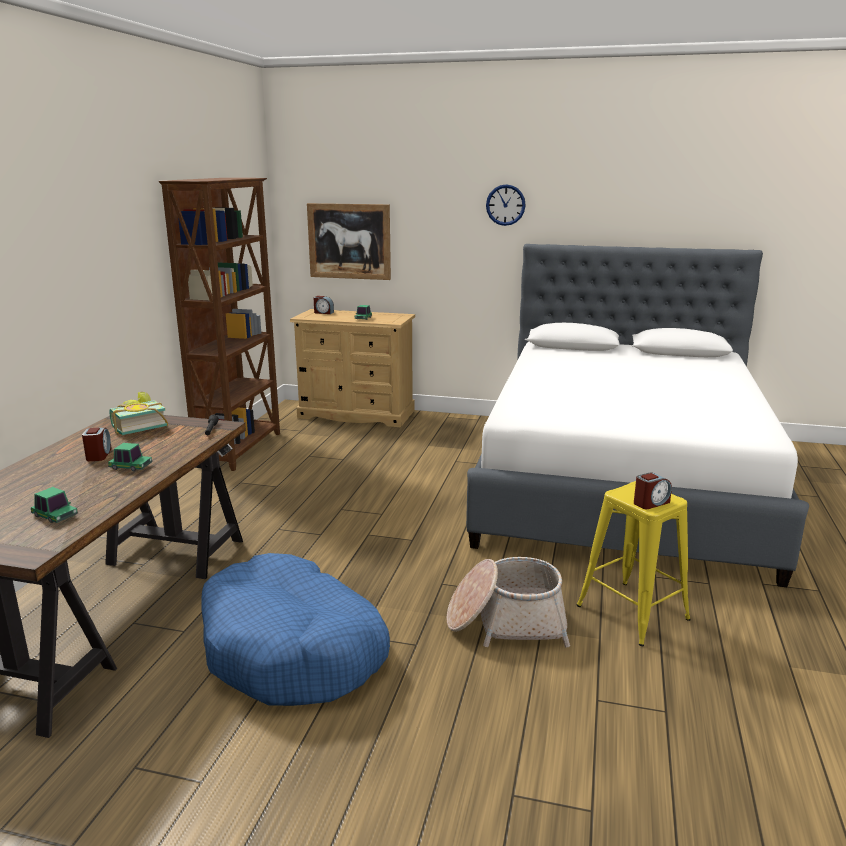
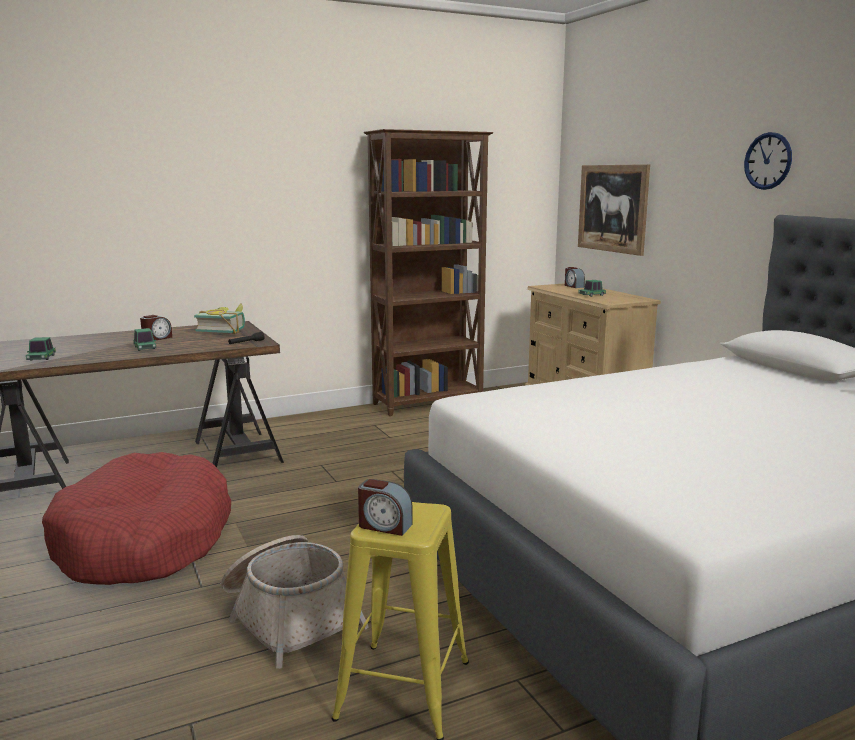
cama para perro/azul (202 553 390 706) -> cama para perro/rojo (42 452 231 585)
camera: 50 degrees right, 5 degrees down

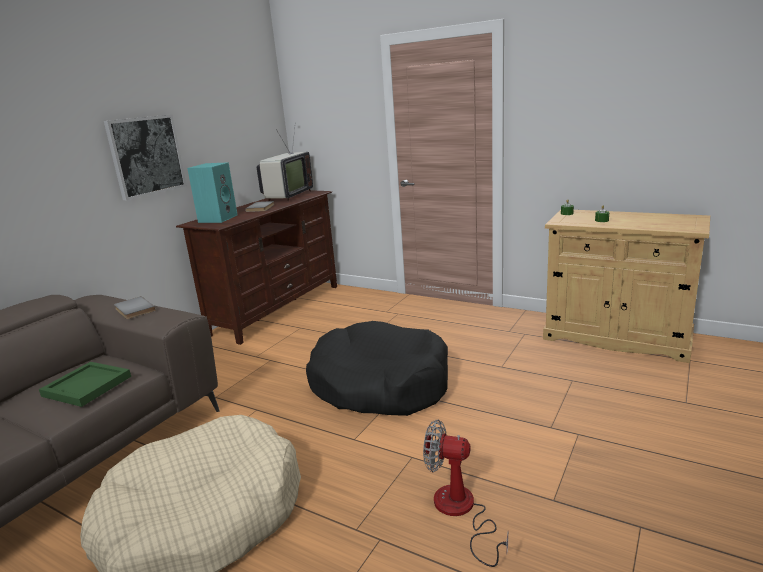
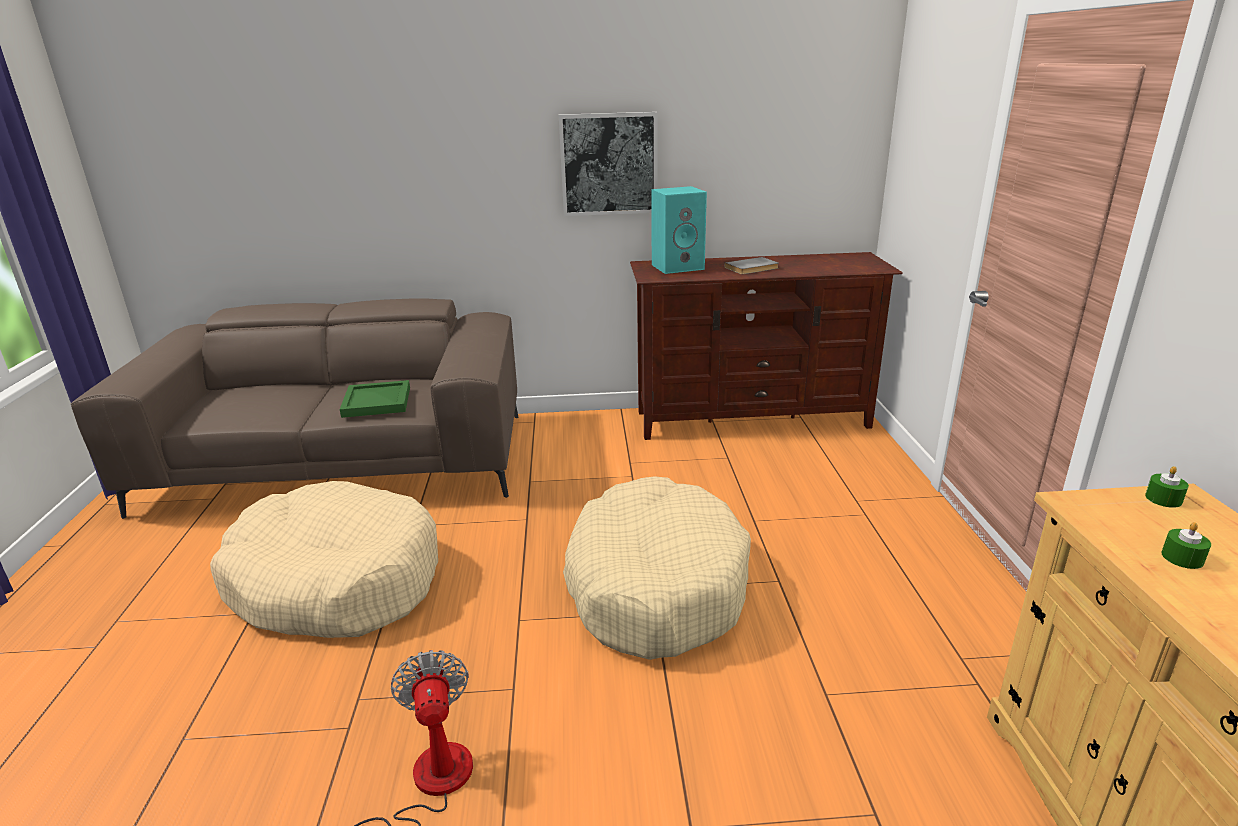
cama para perro/negro (306 321 448 416) -> cama para perro/beis (563 476 751 660)
libro/gris (114 296 156 319) -> none
televisor (257 129 313 201) -> none
camera: 55 degrees right, 5 degrees up

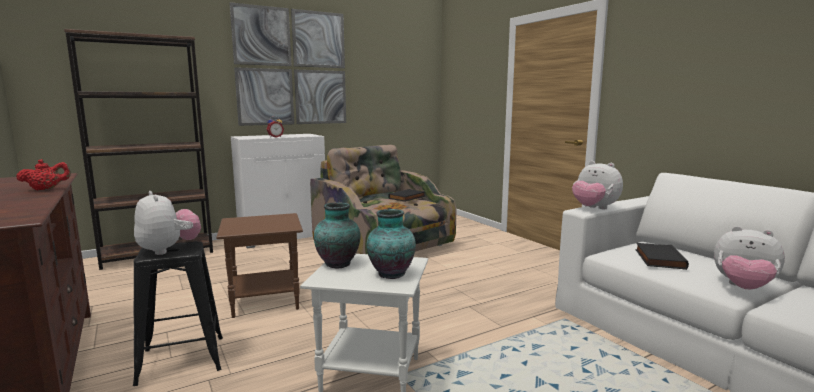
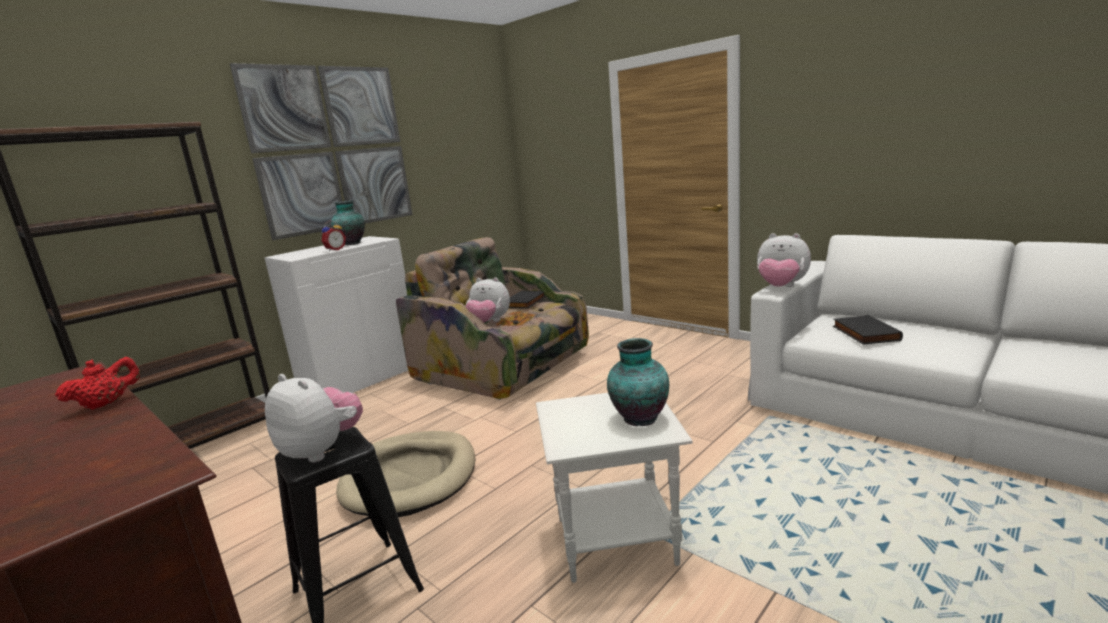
florero (314 202 360 269) -> florero (331 201 365 245), moved
mesa auxiliar/marrón (216 213 303 318) -> cama para perro/beis (336 431 476 517)
peluche (714 226 785 290) -> peluche (466 278 510 323), moved
camera: 15 degrees left, 5 degrees up

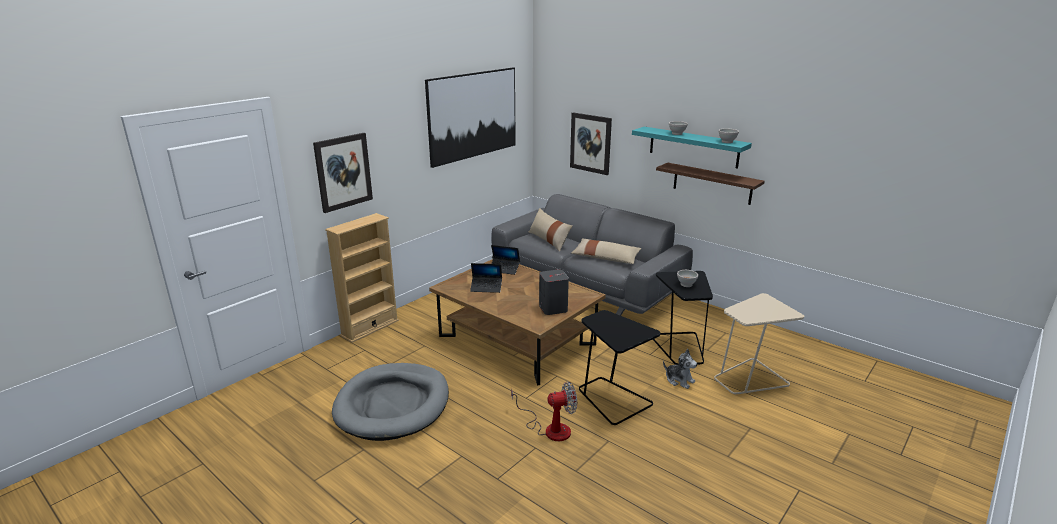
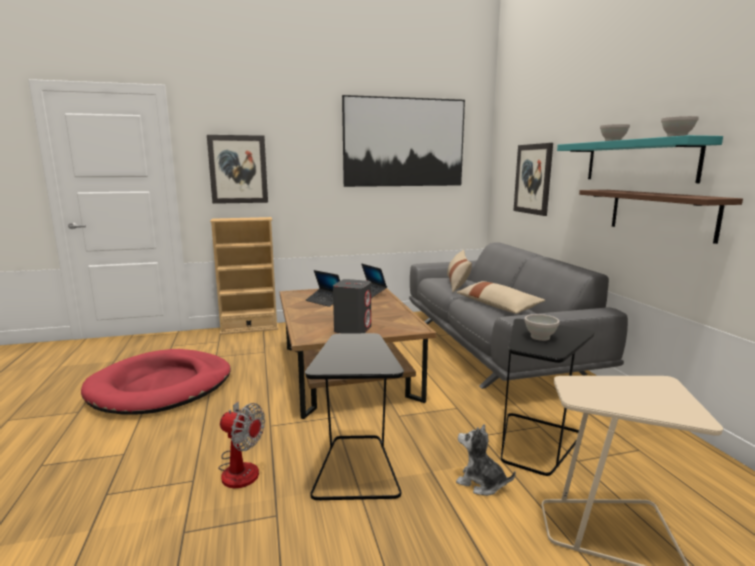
cama para perro/gris (332 363 449 441) -> cama para perro/rojo (81 349 231 415)
peluche (663 349 697 389) -> peluche (456 424 516 496), 135 degrees clockwise
camera: 35 degrees right, 10 degrees down

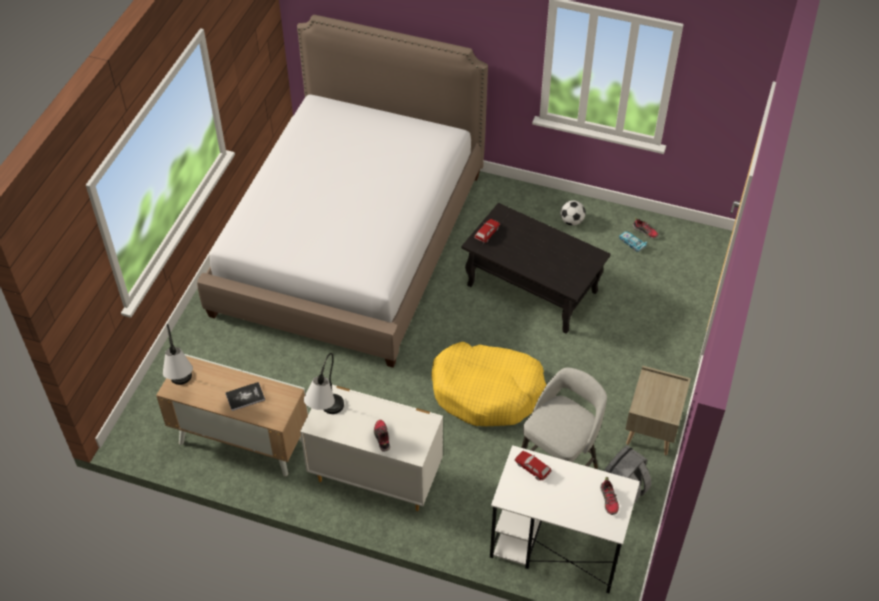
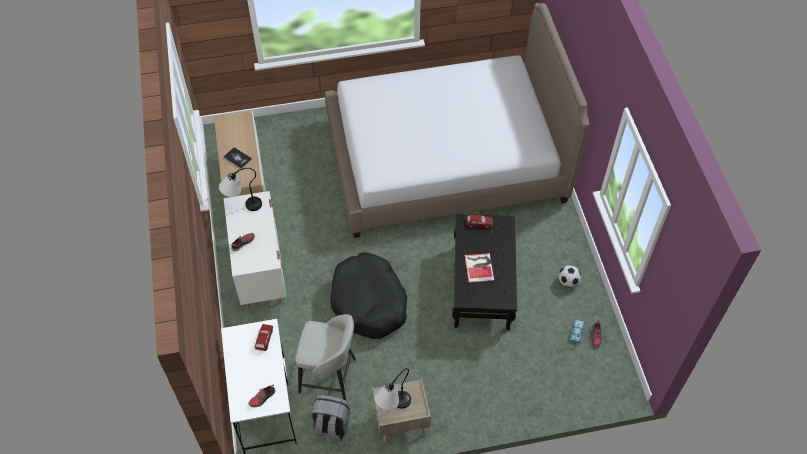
cama para perro/amarillo (431 342 546 426) -> cama para perro/negro (330 252 407 339)
lámpara de mesa (163 324 193 385) -> lámpara de mesa (375 368 411 410), moved
none -> libro (464 253 494 283)
camera: 60 degrees right, 5 degrees up

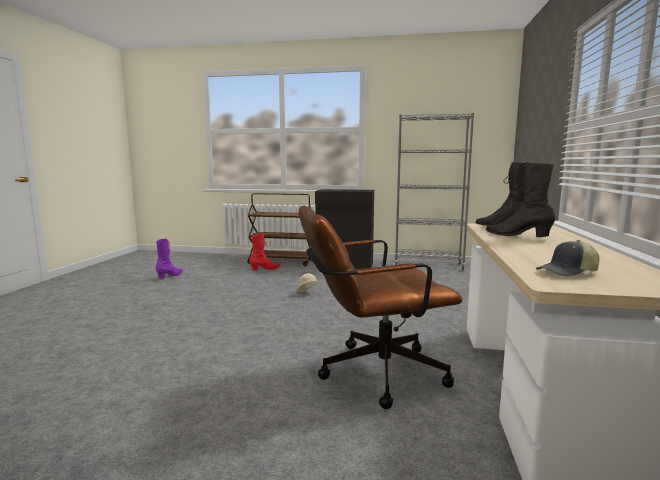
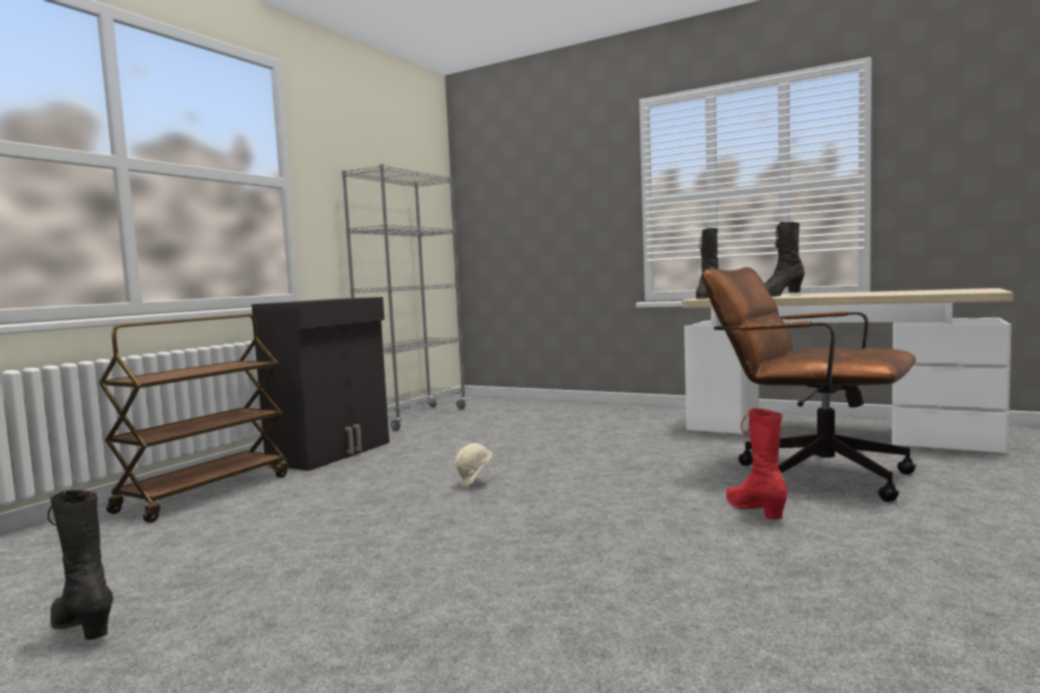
bota/morado (156 239 183 279) -> bota/negro (48 490 113 640)
silla de oficina/marrón (299 206 462 409) -> silla de oficina/marrón (702 267 916 502), 120 degrees clockwise
bota/rojo (249 234 281 270) -> bota/rojo (726 408 788 519), moved
gorra (536 240 600 277) -> none
camera: 70 degrees left, 5 degrees down

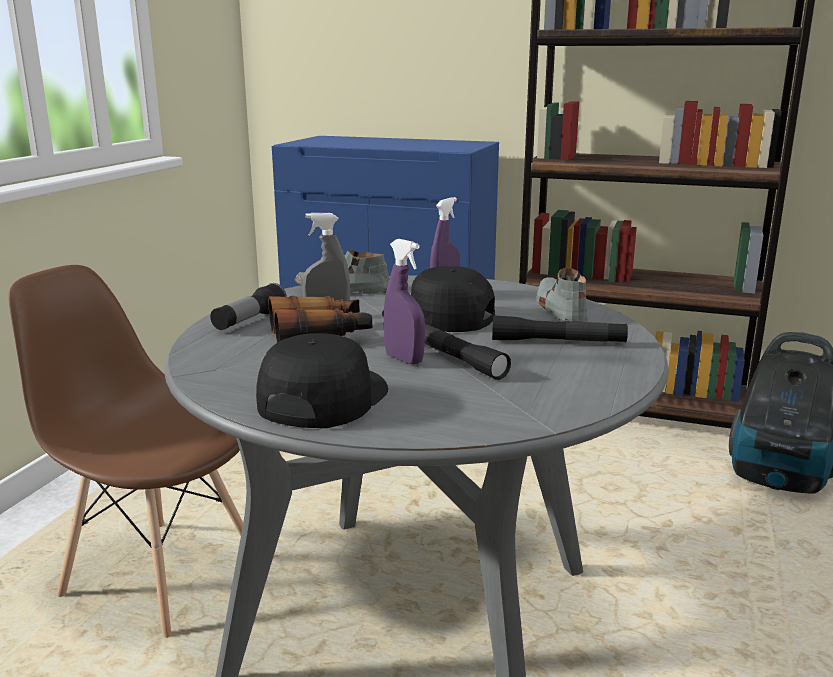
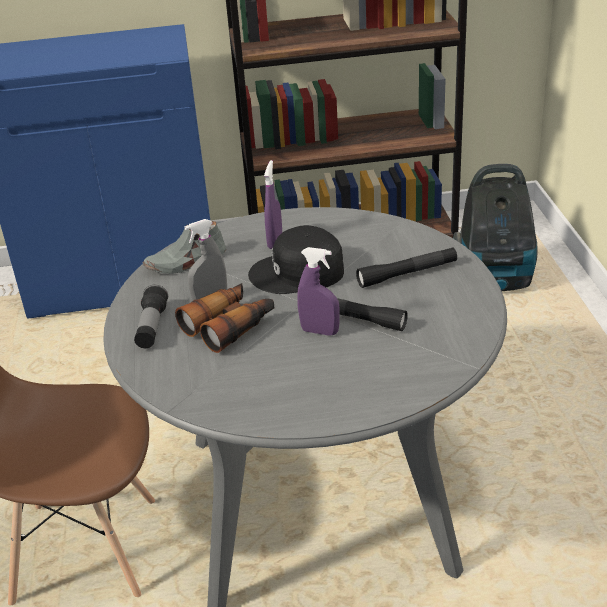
gorra/negro (256 333 388 428) -> none
zapato/gris (536 268 587 322) -> none
camera: 25 degrees left, 15 degrees up

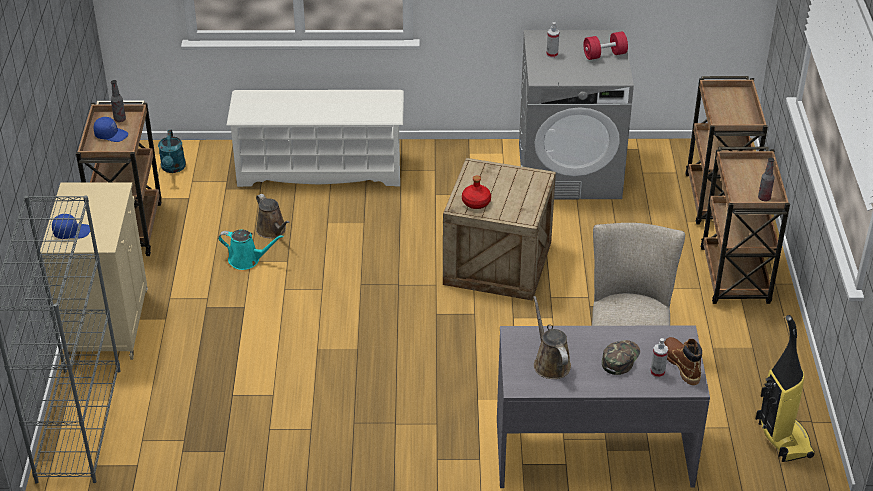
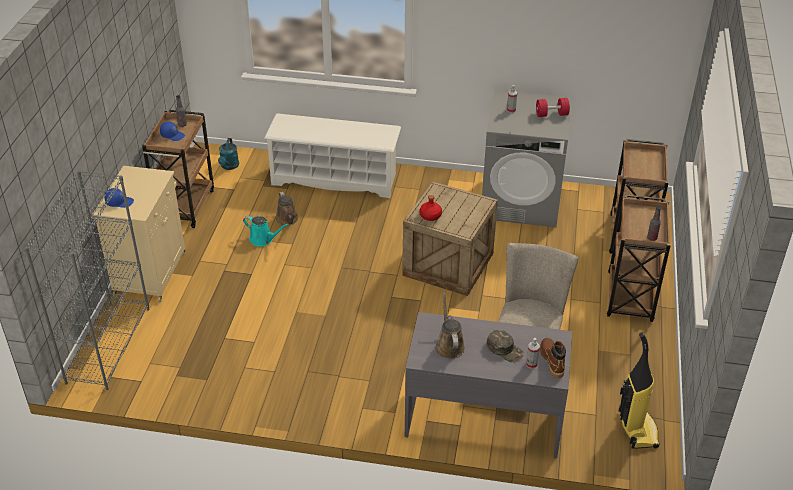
gorra/verde (602 340 640 375) -> gorra/verde (487 330 524 362), 90 degrees clockwise
camera: 10 degrees right, 0 degrees up

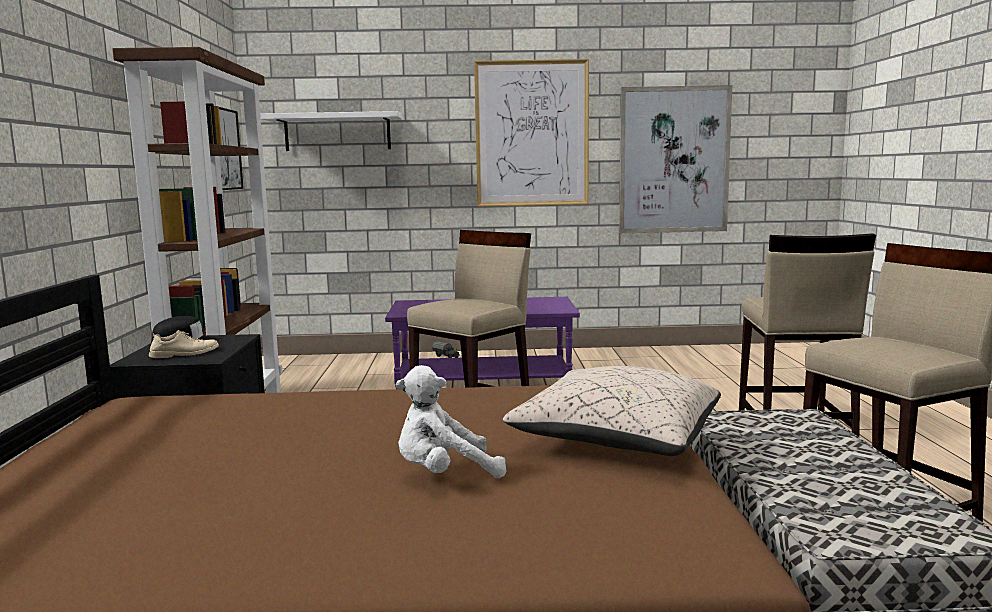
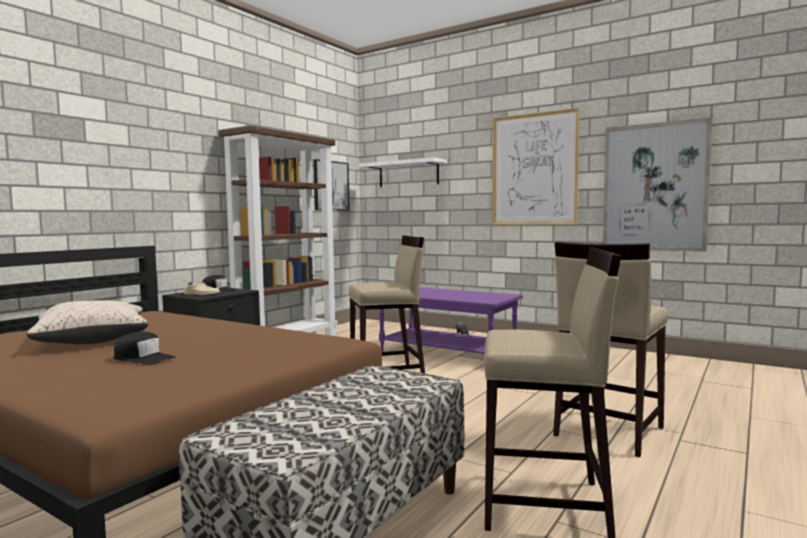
cojín/beis (503 366 721 456) -> cojín/beis (27 300 148 344), moved
peluche/blanco (396 365 506 478) -> gorra/negro (114 332 176 365)
camera: 35 degrees right, 5 degrees down

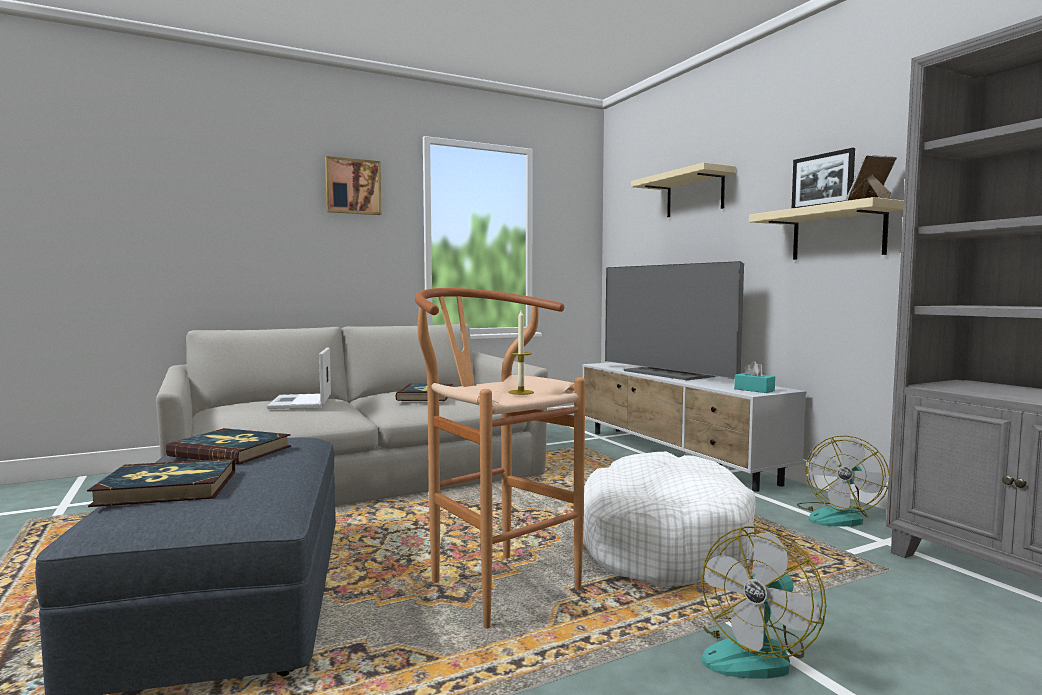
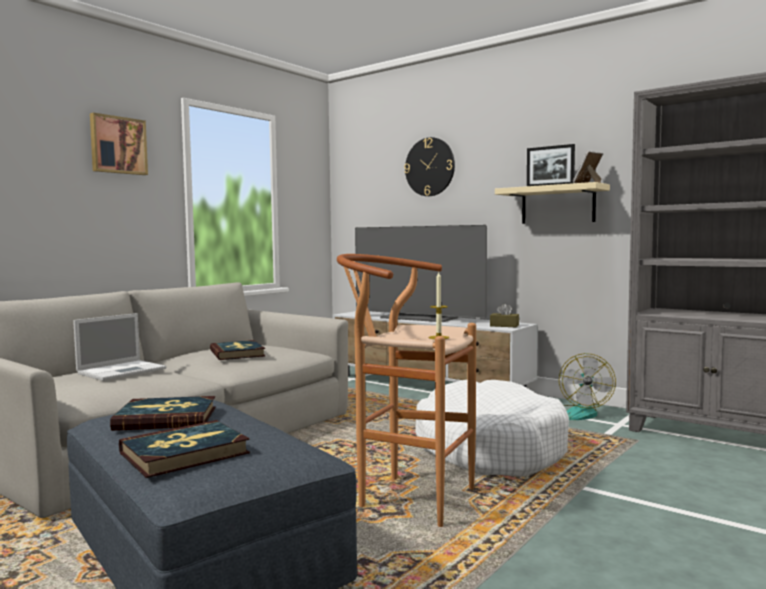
portátil (267 347 331 409) -> portátil (73 313 166 381), 105 degrees counterclockwise
estante/beis (631 162 736 217) -> reloj de pared (404 137 455 196)
caja de pañuelos/turquesa (734 361 775 393) -> caja de pañuelos/marrón (490 303 519 327)
ventilador (702 526 826 679) -> none
camera: 25 degrees left, 0 degrees up

